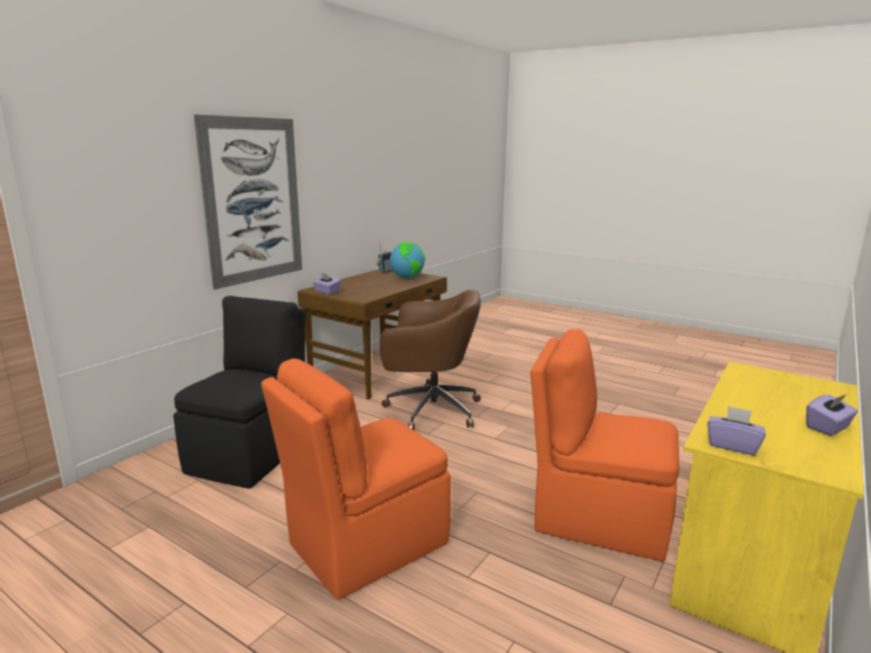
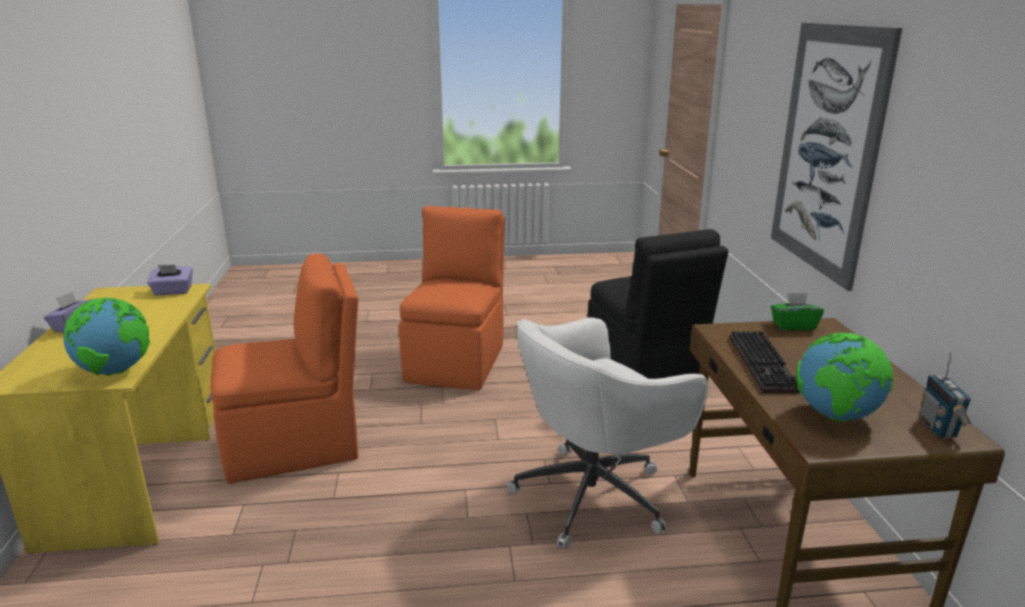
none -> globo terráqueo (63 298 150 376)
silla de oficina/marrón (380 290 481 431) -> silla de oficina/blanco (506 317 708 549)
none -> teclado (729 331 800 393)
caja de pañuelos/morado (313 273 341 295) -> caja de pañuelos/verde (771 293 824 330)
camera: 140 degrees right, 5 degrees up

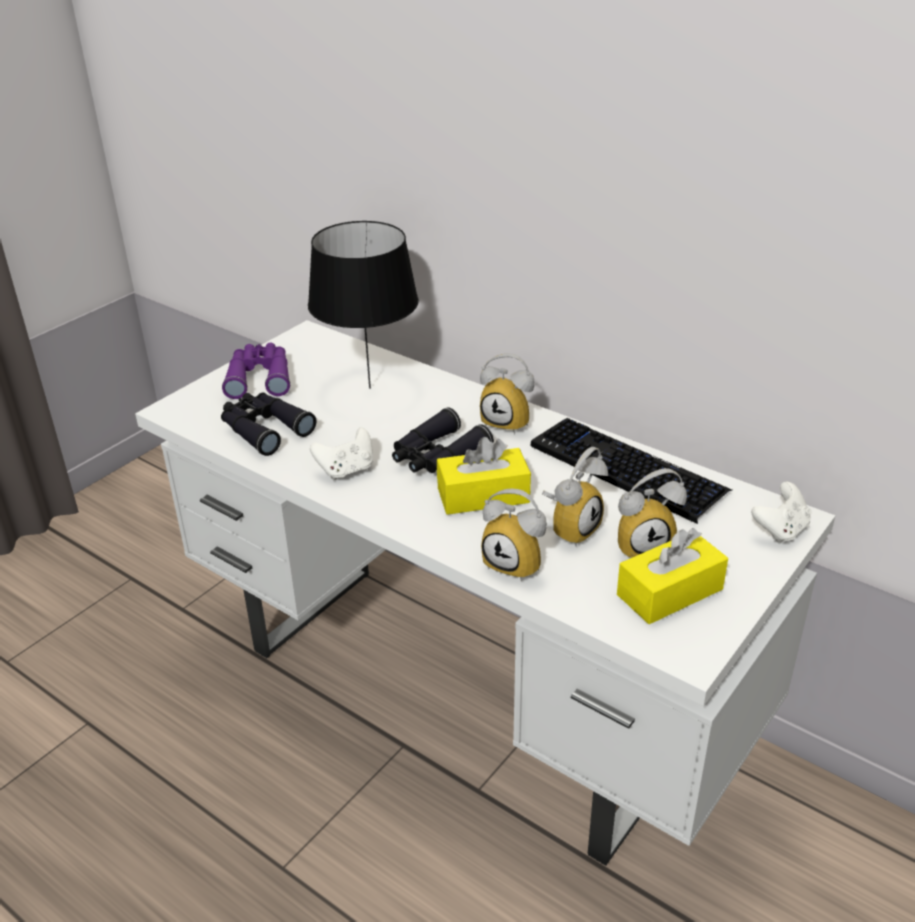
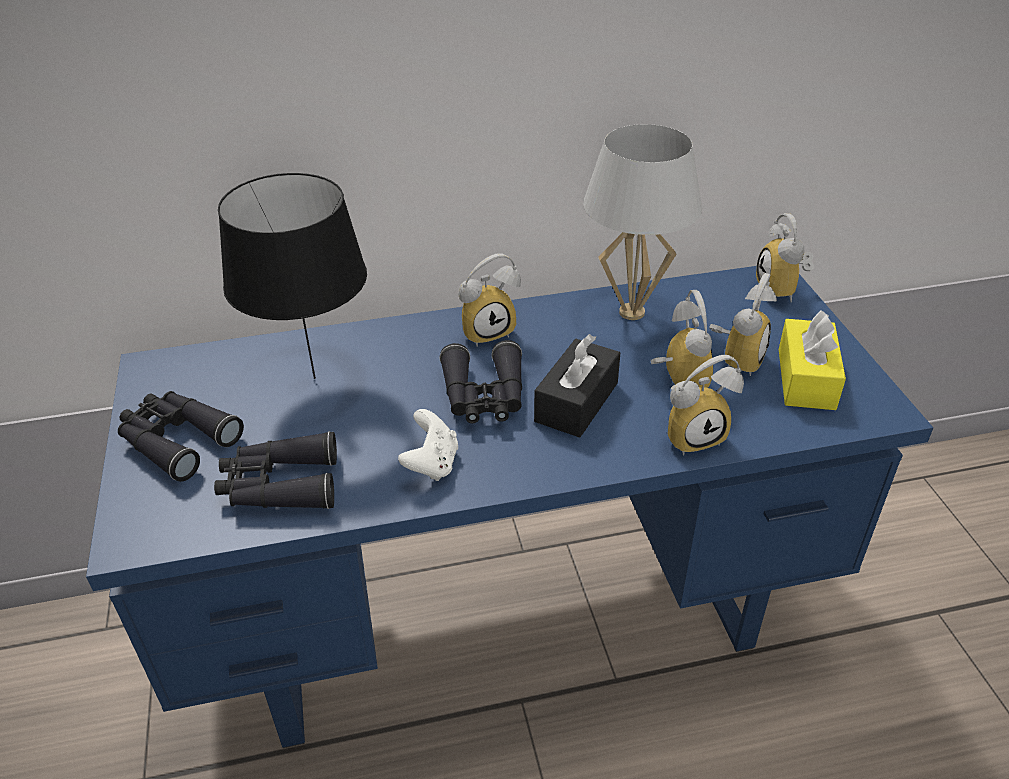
escritorio/blanco (135 320 835 866) -> escritorio/azul (86 266 933 748)
prismáticos/morado (222 342 290 399) -> prismáticos/negro (118 391 244 482)
caja de pañuelos/amarillo (437 437 531 515) -> caja de pañuelos/negro (534 334 620 438)
teclado (531 418 732 524) -> lámpara de mesa/blanco (583 124 702 320)
mando de consola/blanco (751 482 811 544) -> despertador (756 213 814 302)
camera: 50 degrees left, 5 degrees up

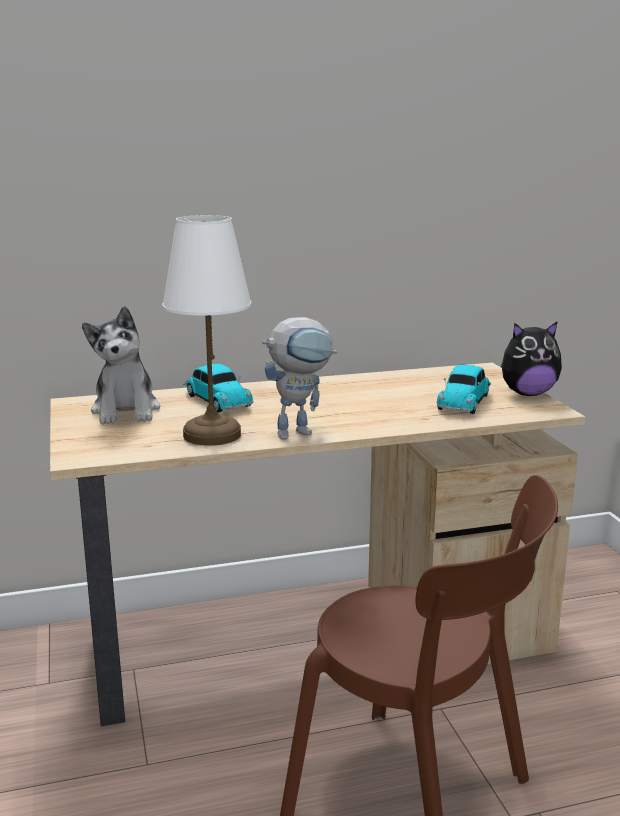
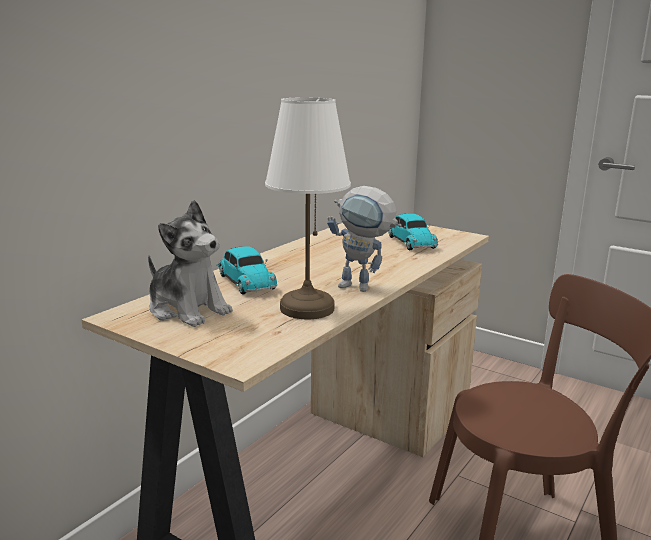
coche de juguete (183 364 254 413) -> coche de juguete (216 246 277 294), 45 degrees clockwise
robot de juguete (262 317 337 440) -> robot de juguete (327 186 402 292), 90 degrees clockwise
peluche (501 321 562 396) -> none
camera: 40 degrees left, 0 degrees up

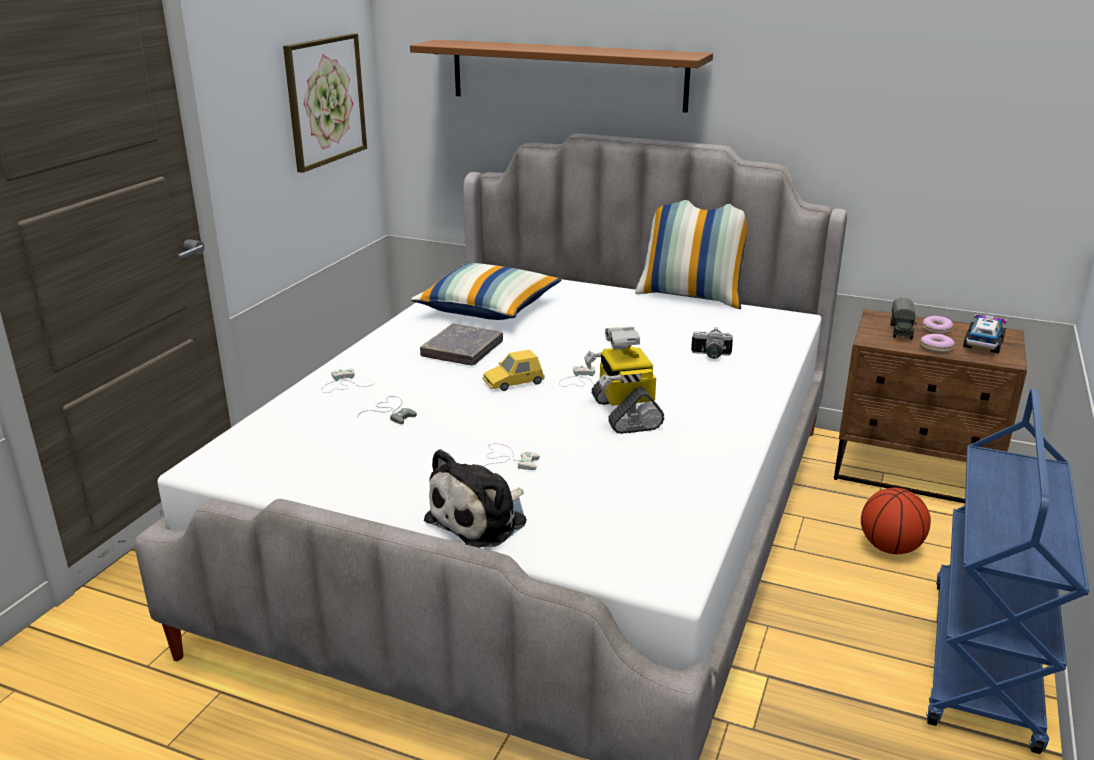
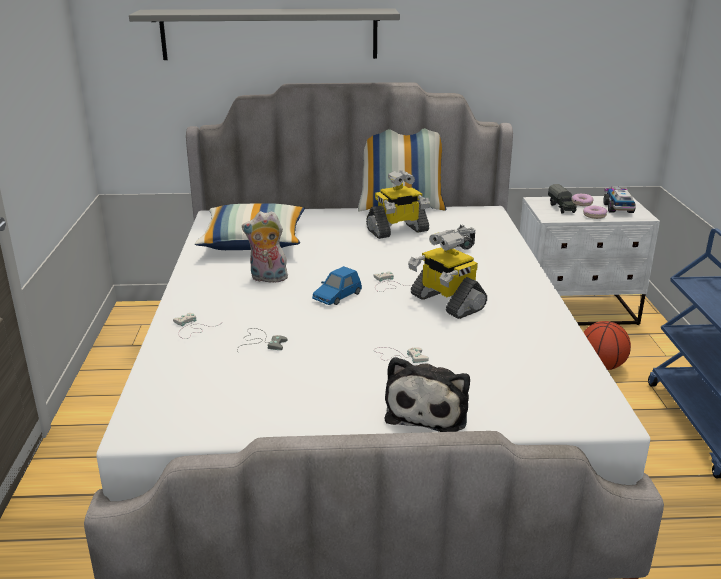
estante/marrón (410 39 713 113) -> estante/gris (129 8 400 60)
libro/gris (420 324 503 365) -> peluche (242 211 288 282)
coche de juguete/amarillo (482 350 544 391) -> coche de juguete/azul (312 266 362 305)
none -> robot de juguete (366 170 430 239)
mesita de noche/marrón (834 309 1027 503) -> mesita de noche/blanco (520 196 660 326)
cuadro (283 33 367 173) -> none
camera: 25 degrees left, 0 degrees up

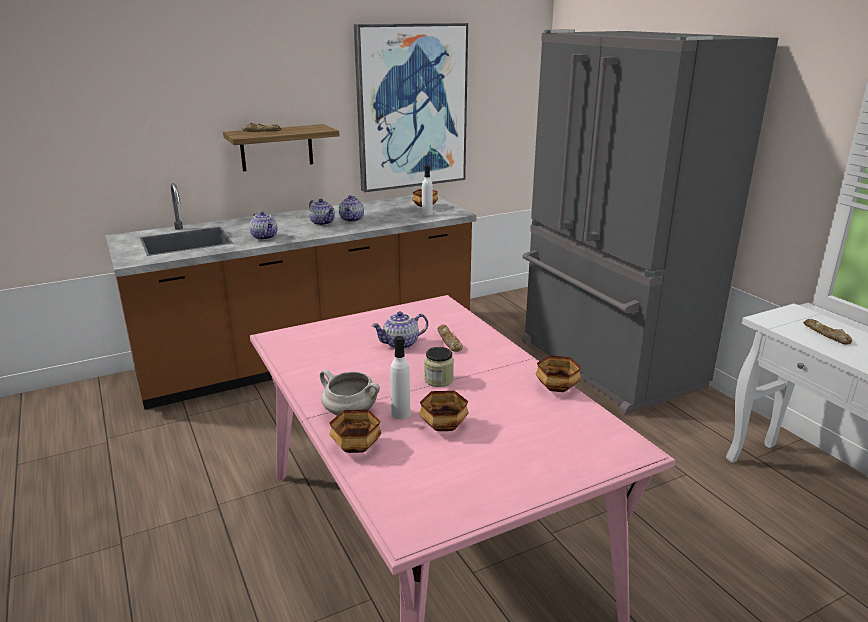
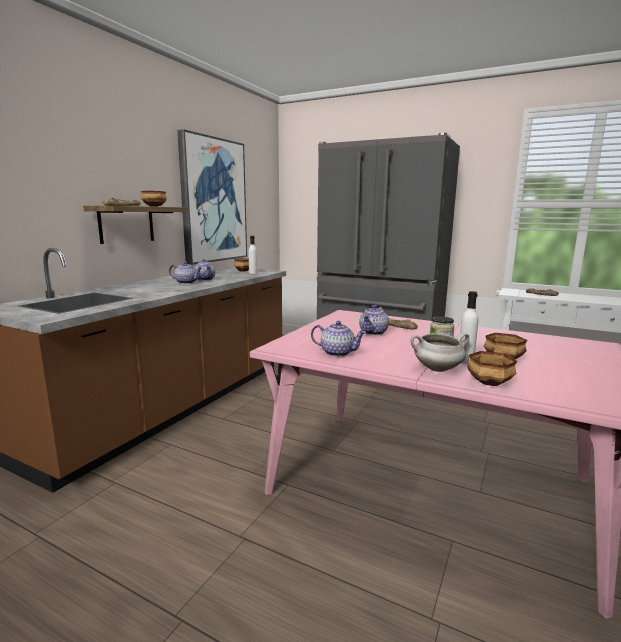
cuenco (536 355 582 392) -> cuenco (141 191 167 207), moved
tetera (249 211 277 240) -> tetera (311 321 367 357), moved
camera: 35 degrees left, 10 degrees down

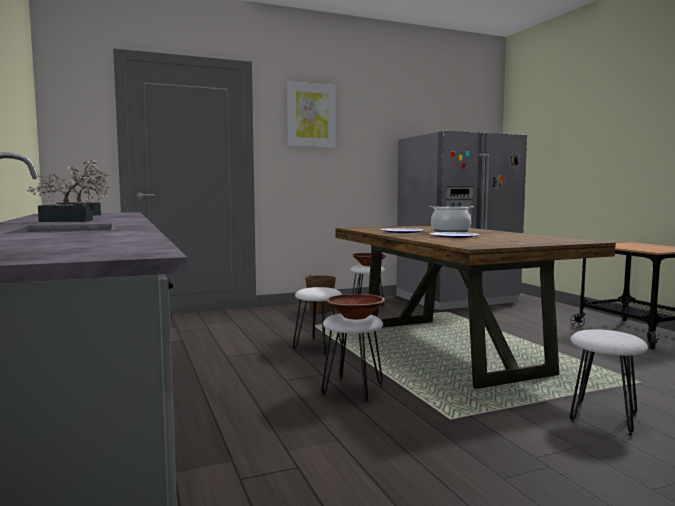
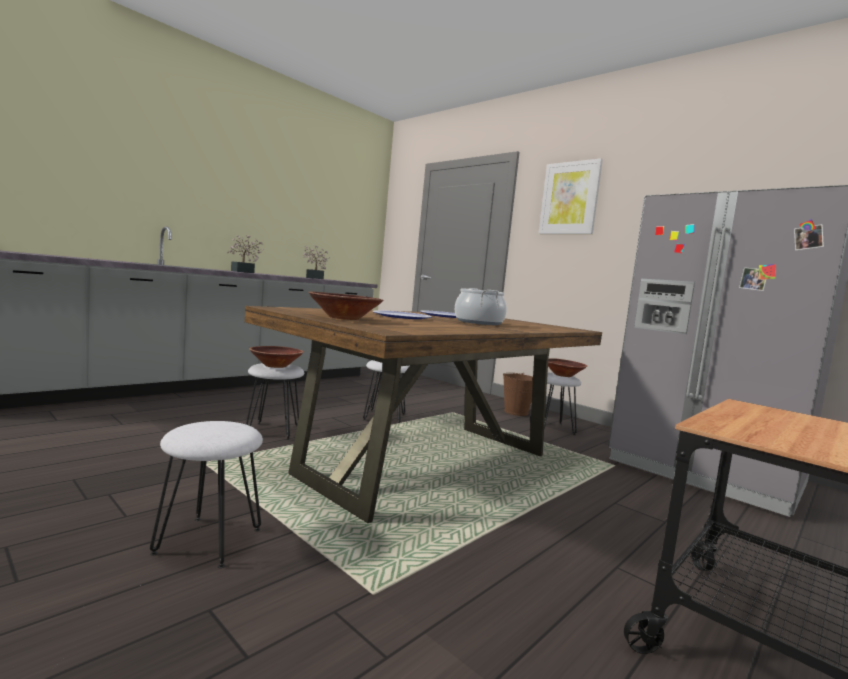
none -> cuenco/marrón (308 292 383 320)
camera: 65 degrees right, 0 degrees up

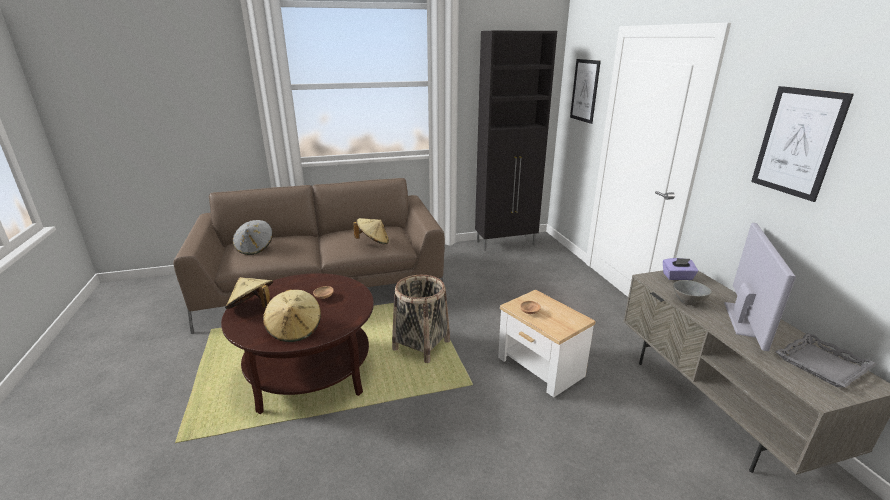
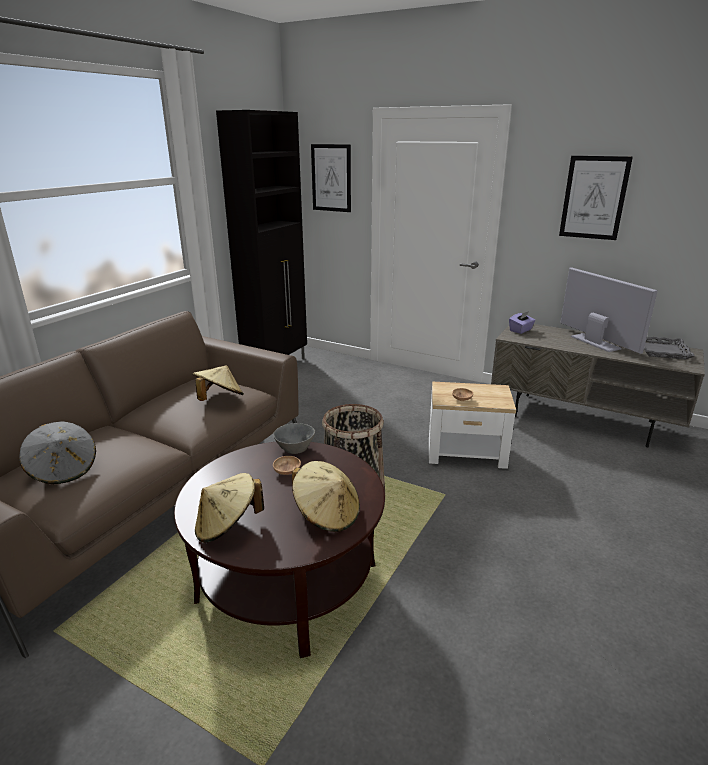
cuenco/gris (673 280 712 306) -> cuenco/gris (273 423 315 454), moved
camera: 45 degrees left, 0 degrees up

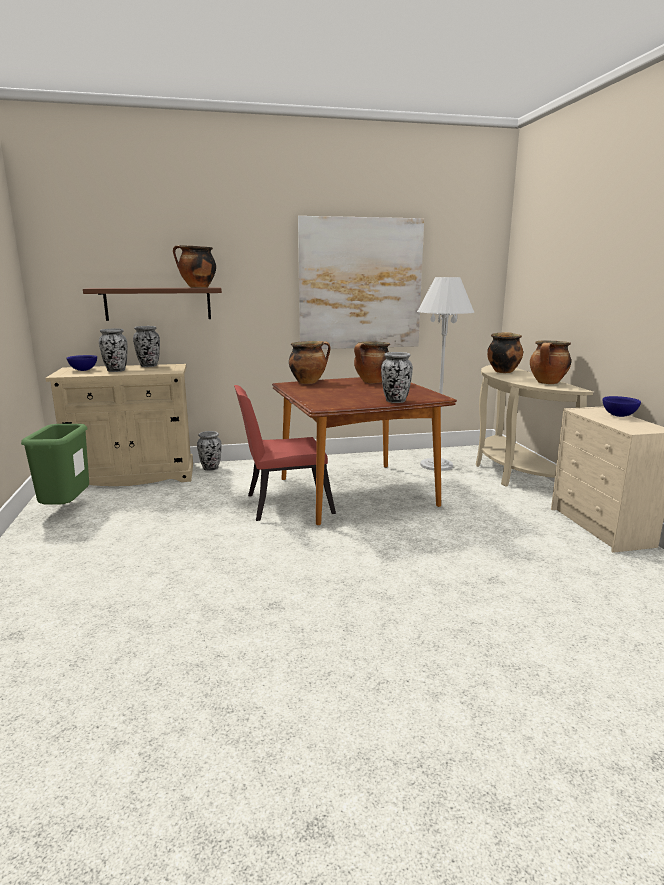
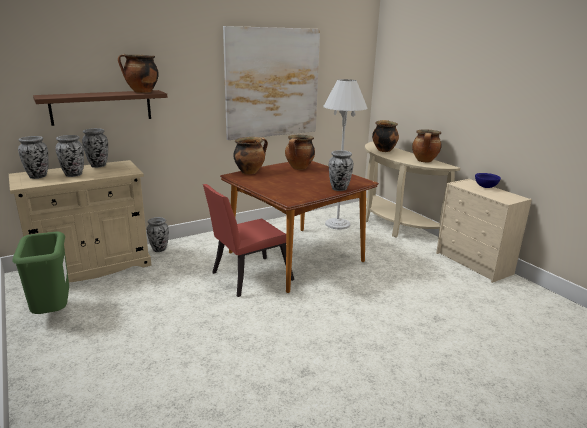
cuenco/azul (66 355 97 371) -> florero (18 136 48 179)
camera: 20 degrees left, 5 degrees up

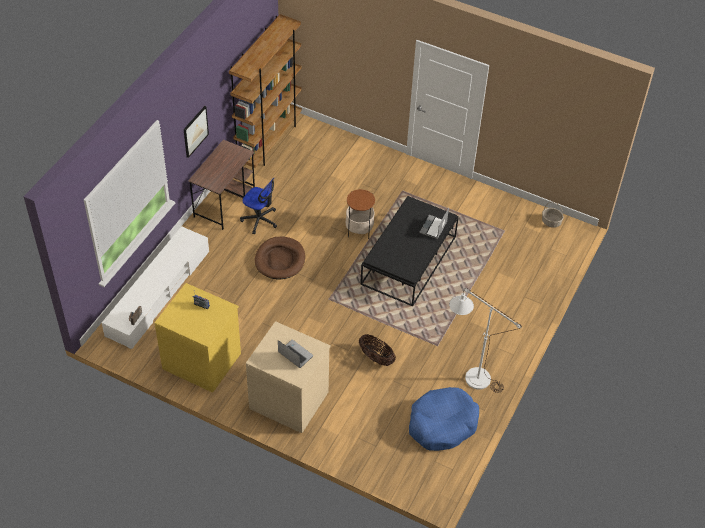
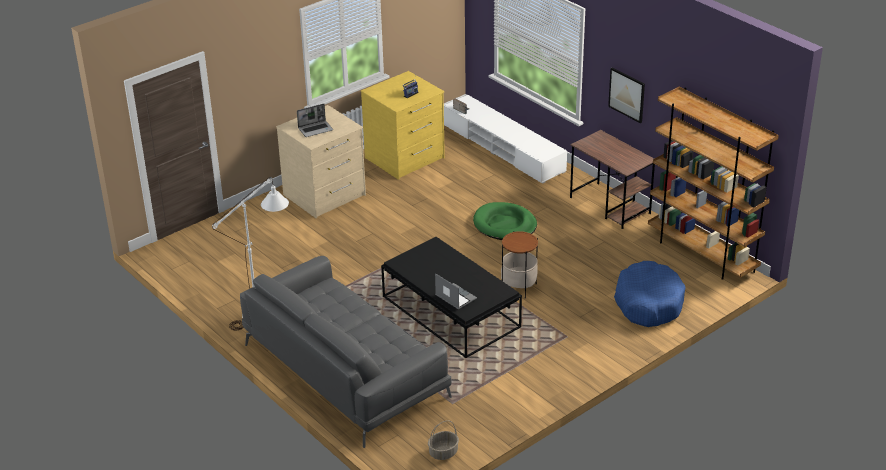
none -> sofá/gris (240 256 452 448)
cama para perro/marrón (255 237 305 280) -> cama para perro/verde (473 202 537 240)
cama para perro/azul (409 387 479 451) -> cama para perro/azul (614 261 686 327), moved
silla de oficina (240 177 277 234) -> none
cesta (359 334 396 366) -> none
camera: 115 degrees right, 15 degrees down

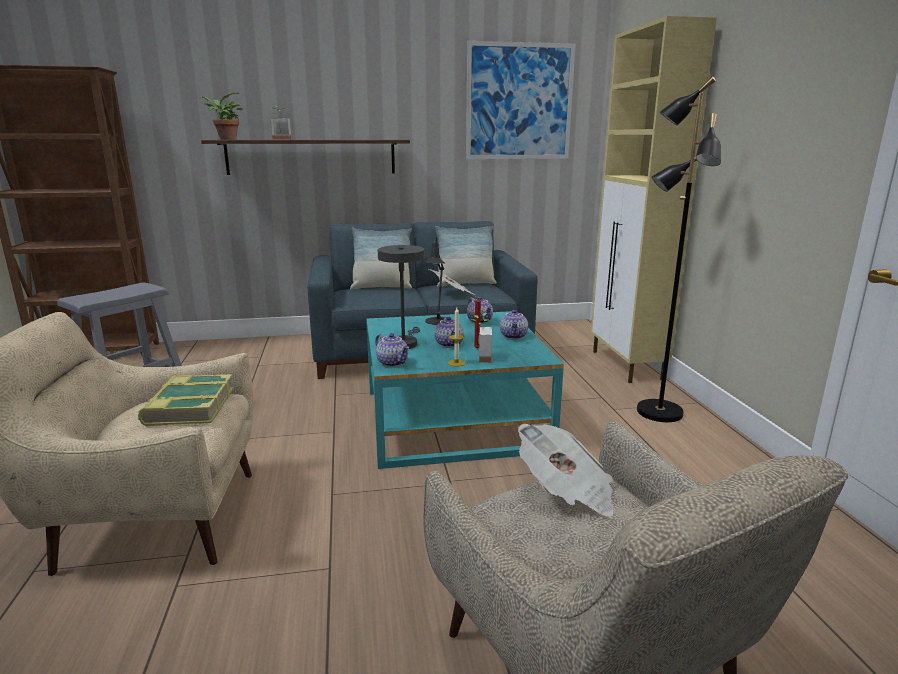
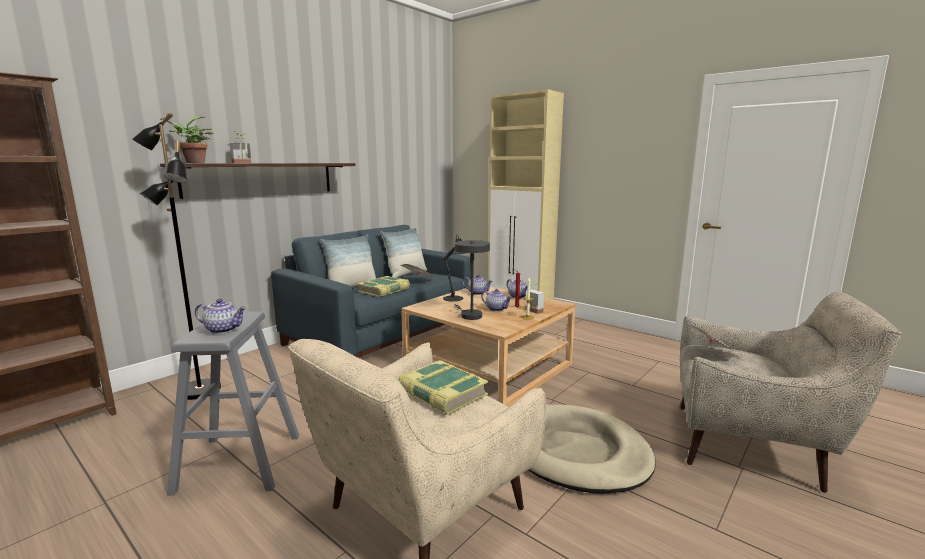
lámpara de pie/negro (637 77 721 422) -> lámpara de pie/negro (132 112 221 400), moved
tetera (375 333 409 367) -> tetera (195 299 246 334), moved
none -> libro (357 276 410 297)
mesa de centro/turquesa (366 311 564 469) -> mesa de centro/beis (401 286 576 407)
none -> cama para perro/beis (528 404 656 494)
cuadro (466 41 576 159) -> none
camera: 40 degrees left, 5 degrees down

